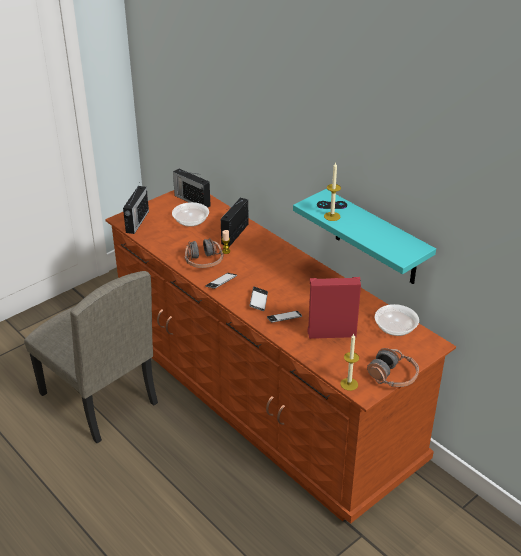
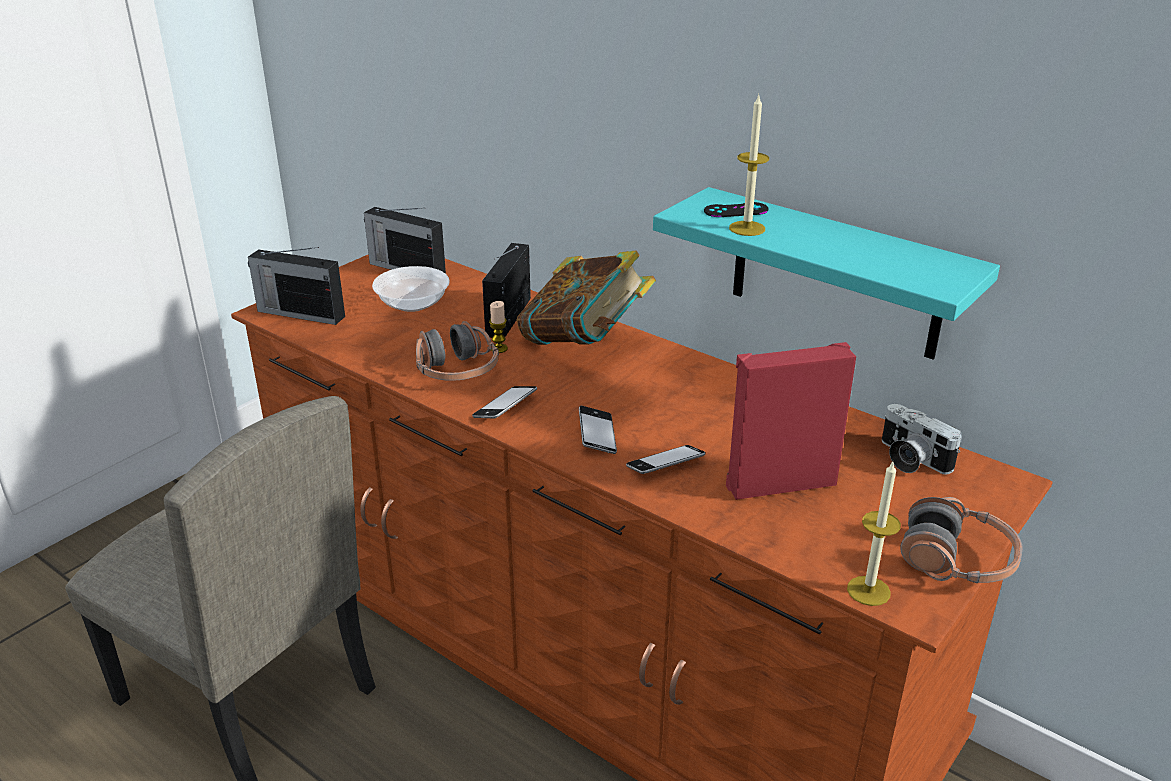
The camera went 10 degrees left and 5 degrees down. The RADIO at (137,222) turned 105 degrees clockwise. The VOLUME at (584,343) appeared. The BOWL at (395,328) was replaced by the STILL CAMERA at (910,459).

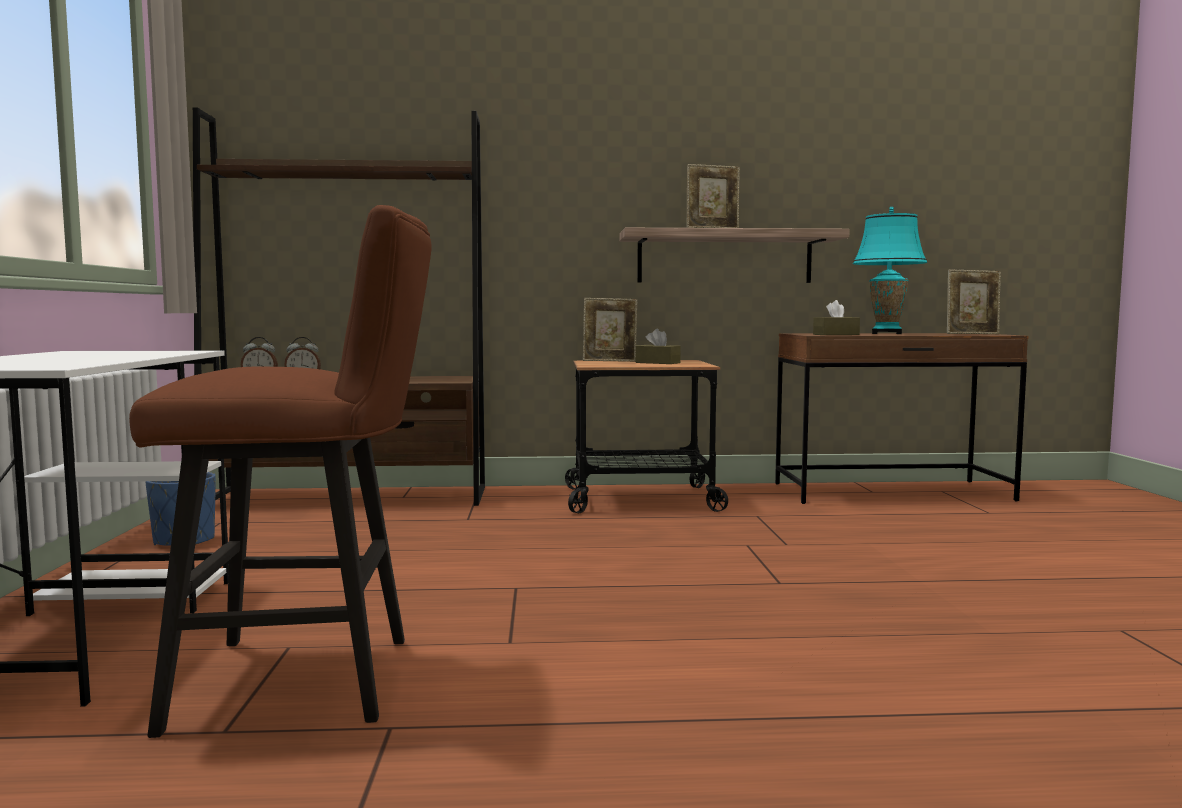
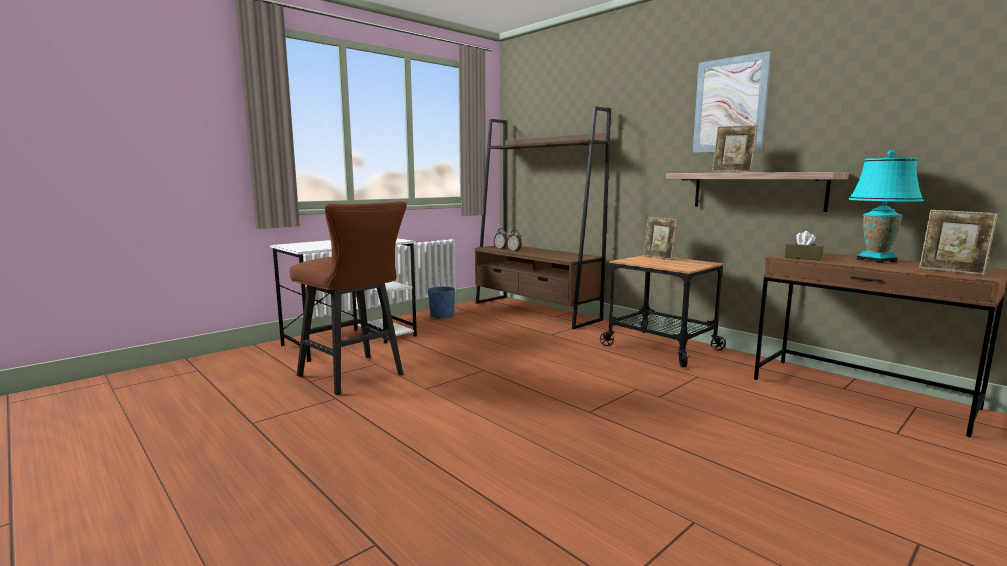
The camera went 50 degrees right and 5 degrees up. The WALL PICTURE at (730,105) appeared. The BROWN TISSUE BOX at (657,363) disappeared.

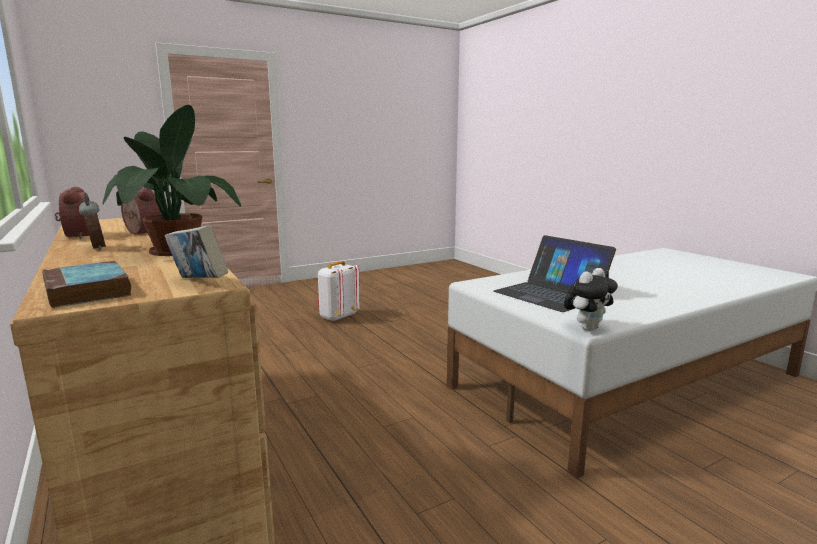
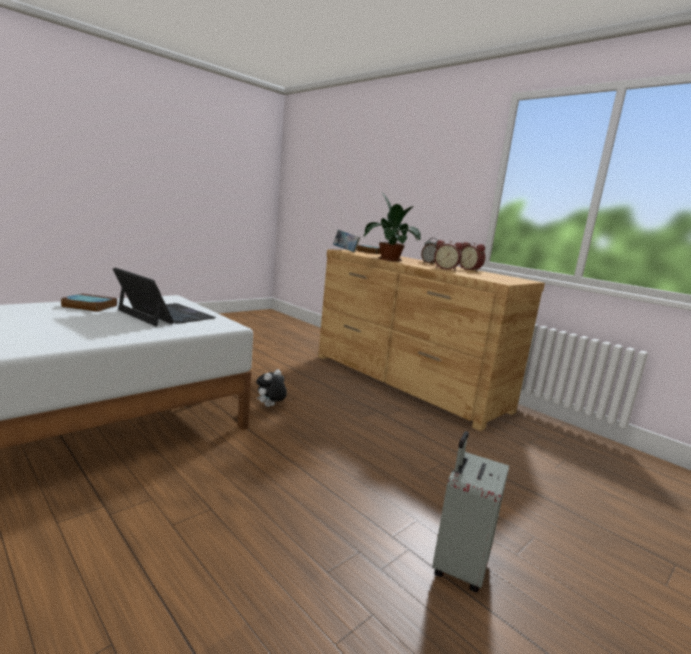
The camera went 165 degrees right and 0 degrees up. The VOLUME at (88,306) appeared. The SOFT TOY moved from (587,328) to (270,407). The WHITE BACKPACK at (338,317) was replaced by the GREYISH PIECE OF LUGGAGE at (459,565).

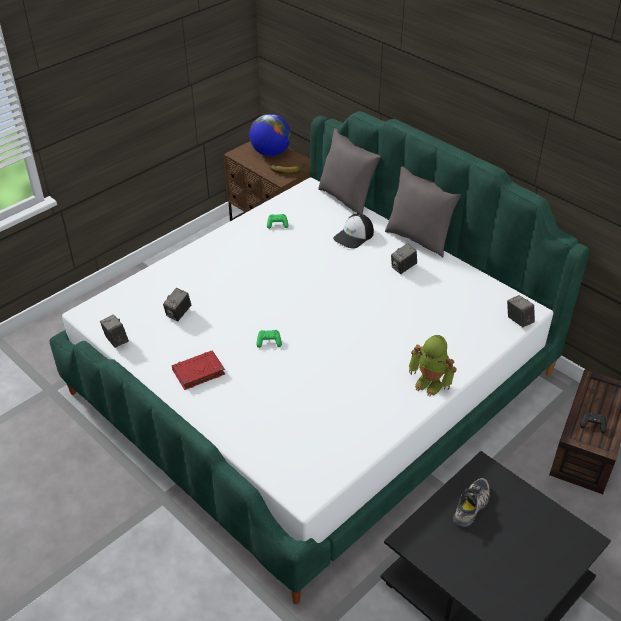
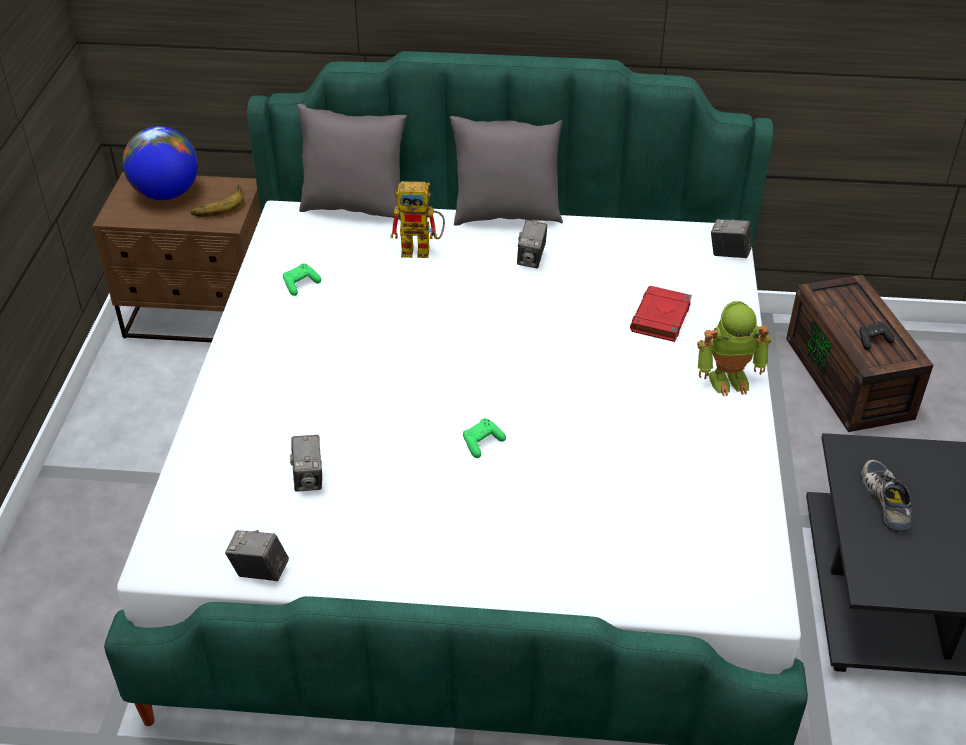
The camera went 40 degrees left and 0 degrees up. The BASEBALL CAP at (354,236) was replaced by the ROBOT FIGURE at (422,249). The REDDISH VOLUME moved from (198,372) to (660,318).

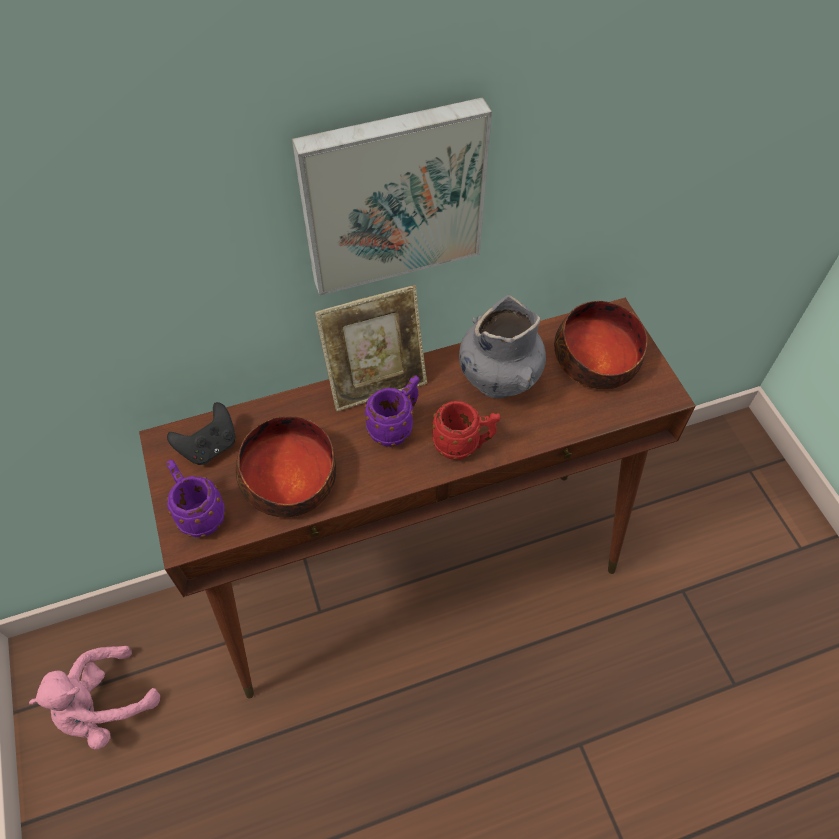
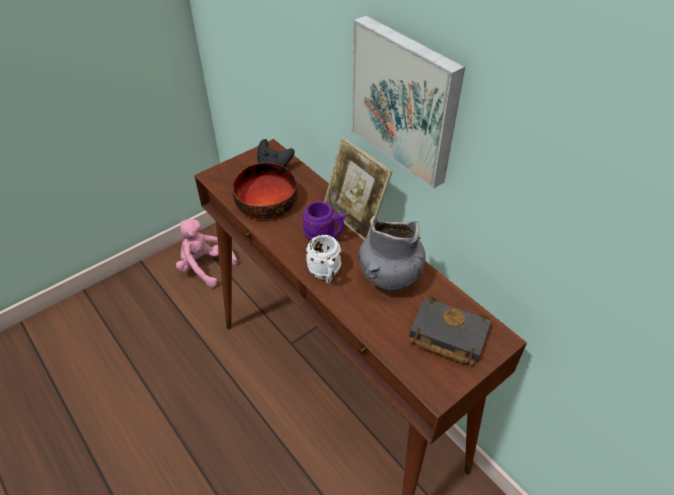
The camera went 70 degrees right and 10 degrees down. The REDDISH MUG at (463,445) became the WHITE MUG at (325,274). The BOWL at (596,359) was replaced by the BLACKISH VOLUME at (446,335). The PURPLISH MUG at (198,513) disappeared.

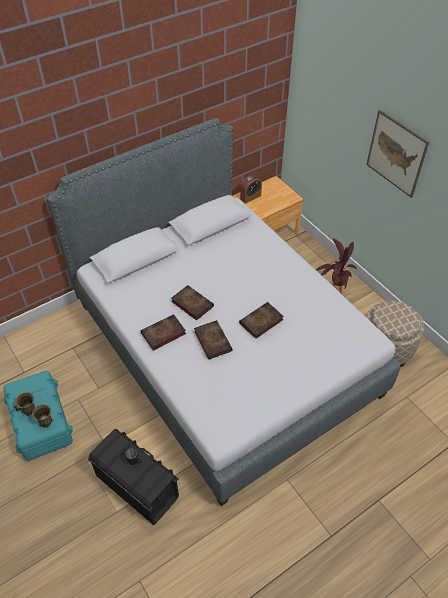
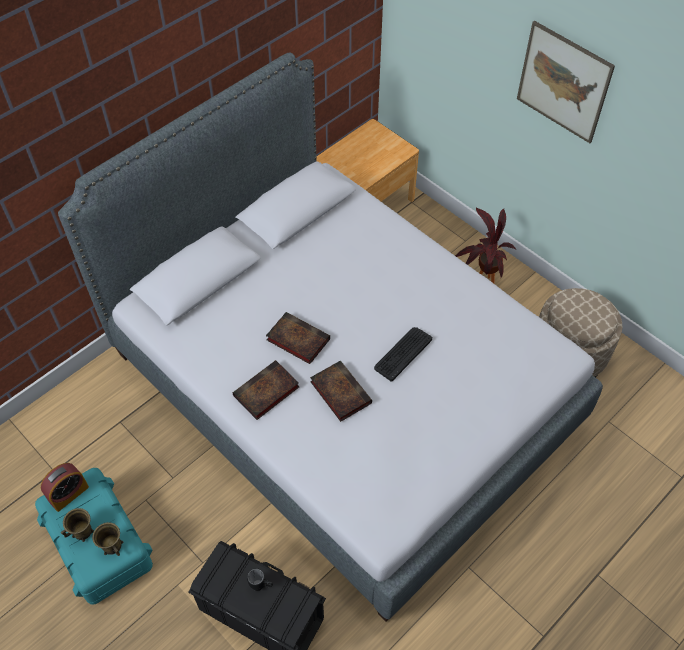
The camera went 10 degrees left and 5 degrees up. The TABLE CLOCK moved from (250,197) to (69,494). The VOLUME at (261,322) was replaced by the COMPUTER KEYBOARD at (403,353).

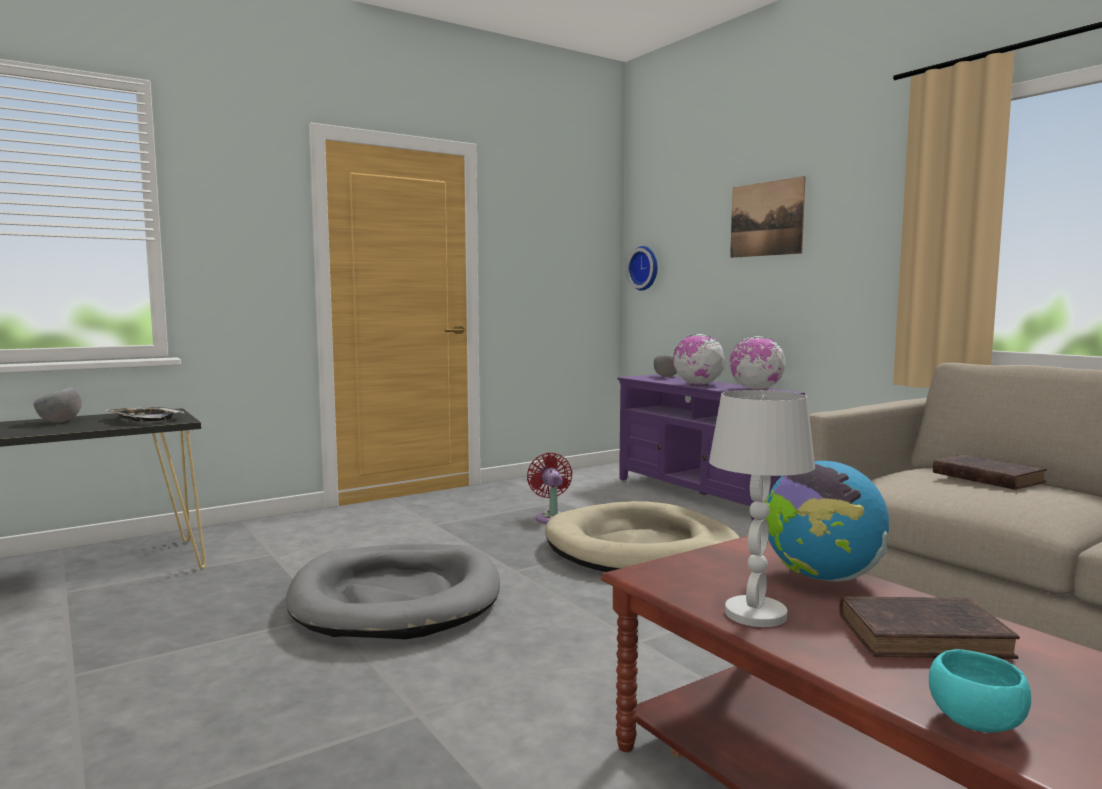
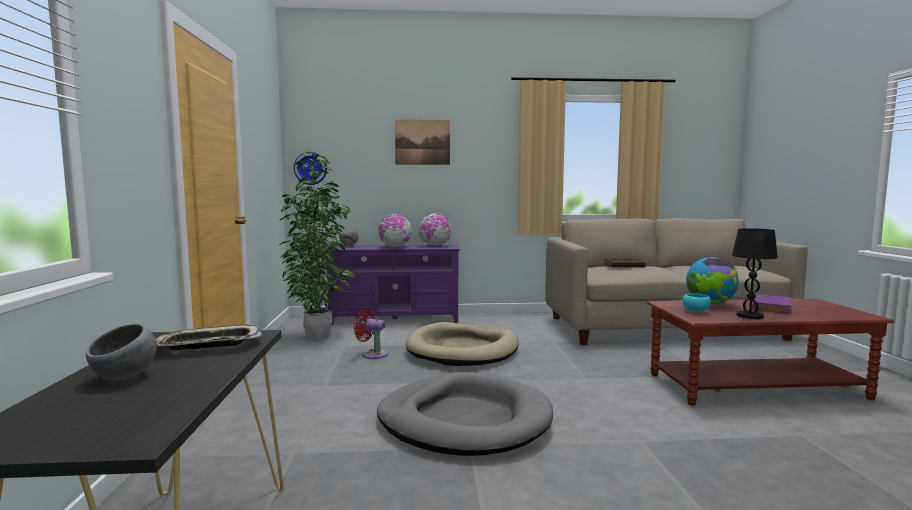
The camera went 60 degrees left and 0 degrees up. The HOUSEPLANT at (320,336) appeared. The TURQUOISE BOWL moved from (974,723) to (696,311). The WHITE LAMP FOR A TABLE at (756,614) became the BLACKISH LAMP FOR A TABLE at (750,316). The BROWN VOLUME at (927,636) became the PURPLISH VOLUME at (771,307).

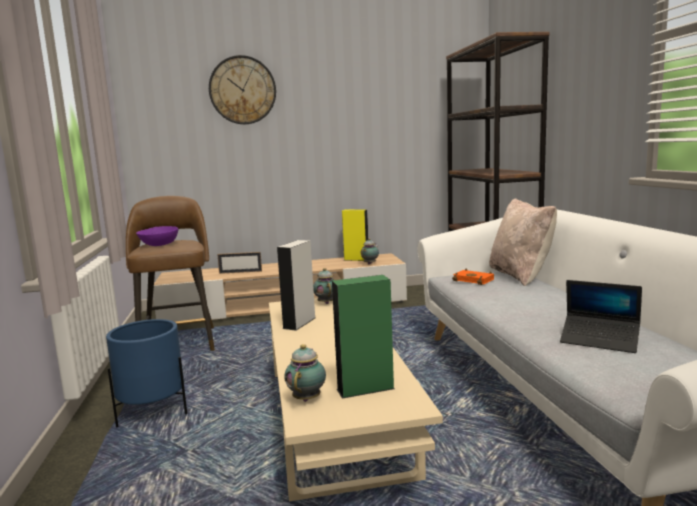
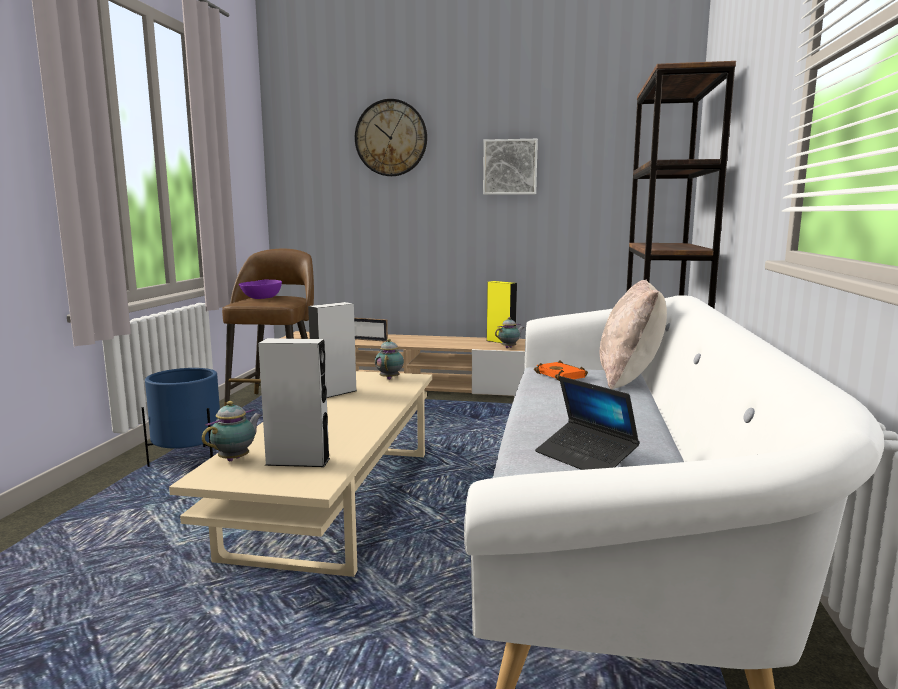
The camera went 20 degrees right and 0 degrees up. The GREENISH AUDIO SPEAKER at (365,388) became the GREYISH AUDIO SPEAKER at (297,461). The WALL PICTURE at (510,167) appeared.

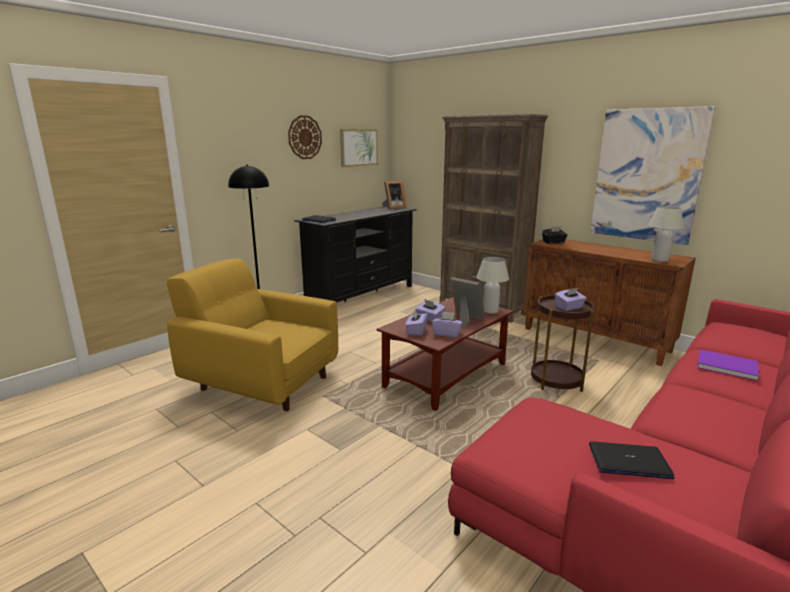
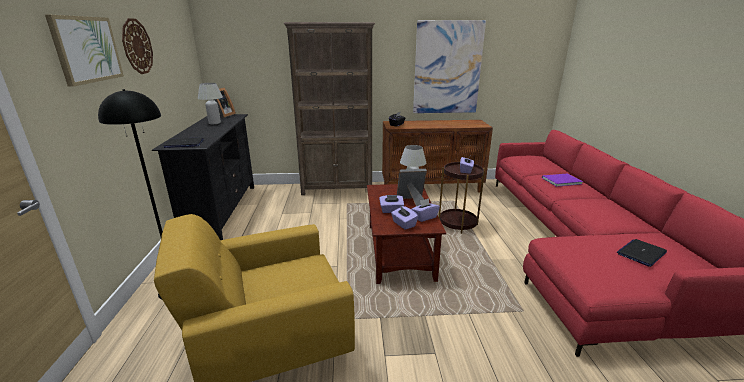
The camera went 45 degrees left and 5 degrees up. The WALL PICTURE moved from (358,147) to (87,49). The WHITE LAMP FOR A TABLE moved from (659,260) to (214,123).

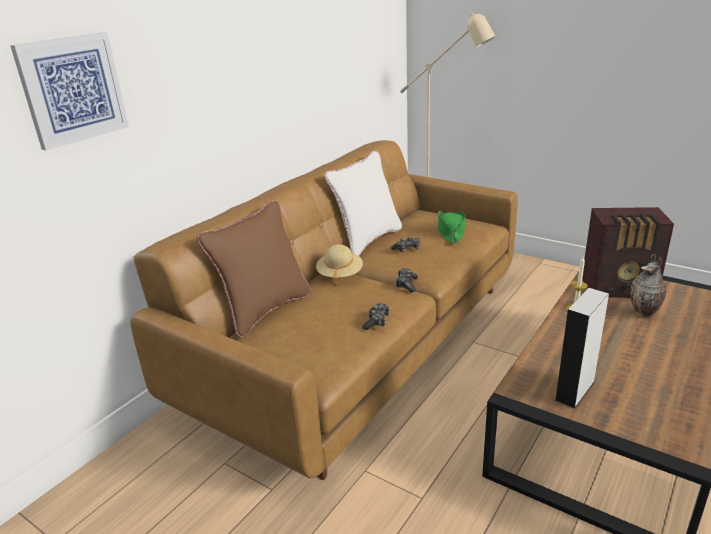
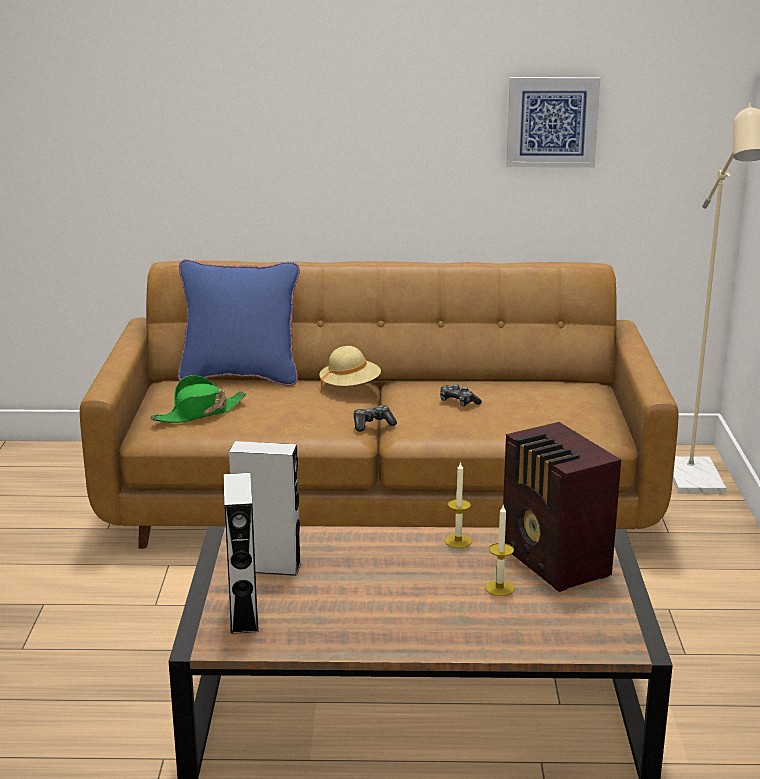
The camera went 55 degrees right and 5 degrees down. The GREENISH HAT moved from (451,232) to (199,413). The BROWN CUSHION at (264,310) became the BLUE-COLOURED CUSHION at (240,376). The GREYISH AUDIO SPEAKER at (243,613) appeared. The DECORATIVE VASE at (644,314) was replaced by the WAX CANDLE at (499,588). The WALL PICTURE moved from (73,89) to (552,122). The WHITE CUSHION at (367,240) disappeared. The GAME CONTROLLER at (376,321) disappeared.

